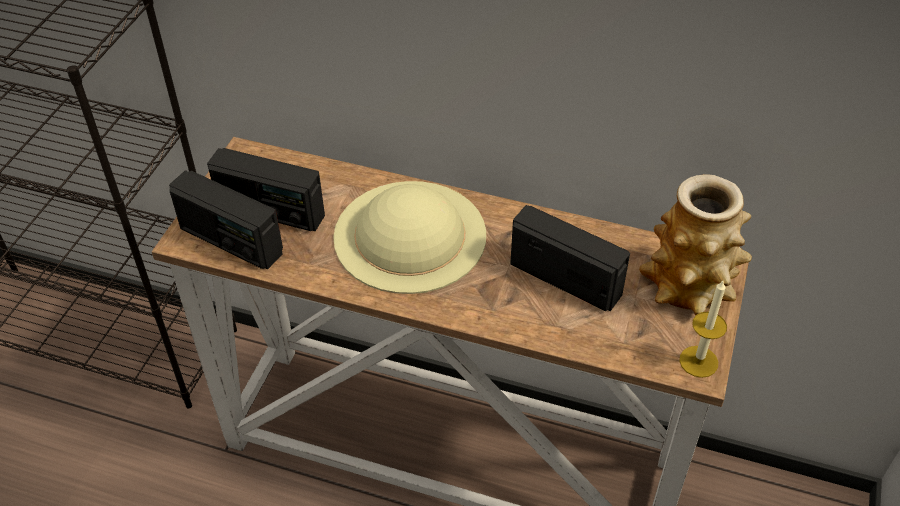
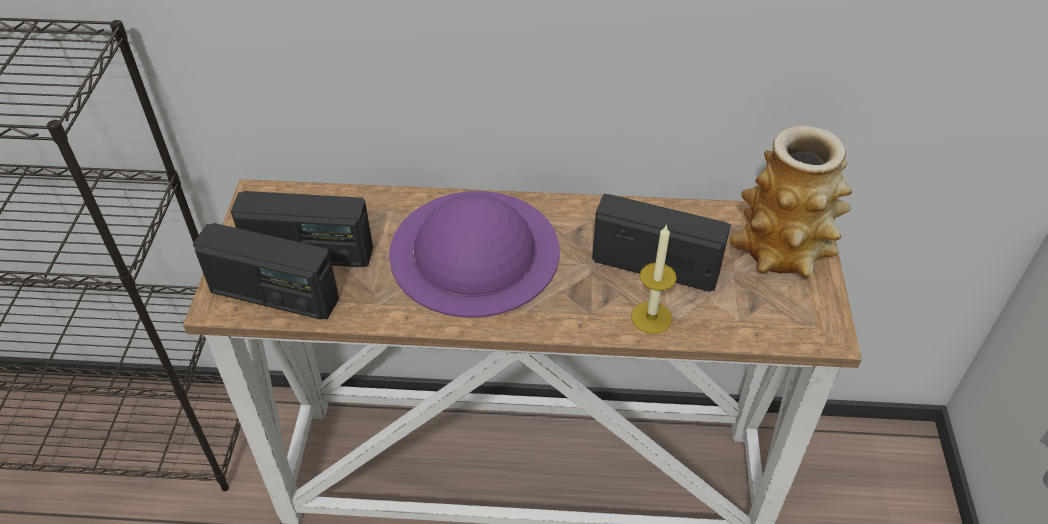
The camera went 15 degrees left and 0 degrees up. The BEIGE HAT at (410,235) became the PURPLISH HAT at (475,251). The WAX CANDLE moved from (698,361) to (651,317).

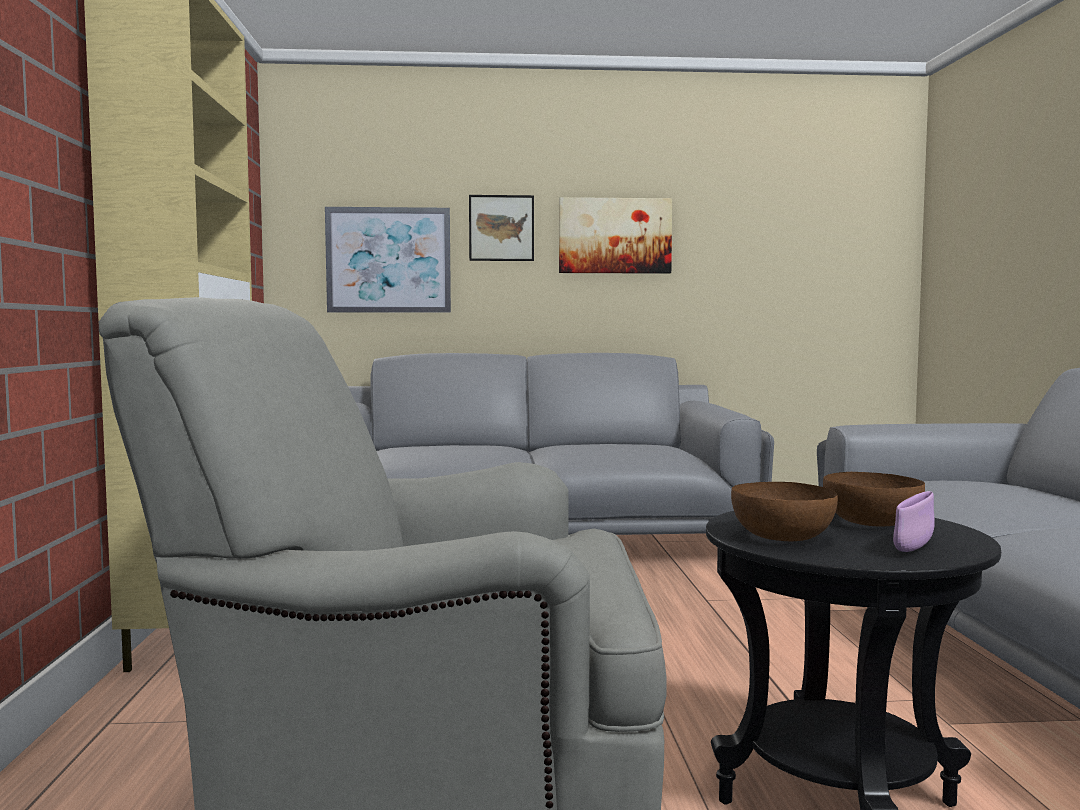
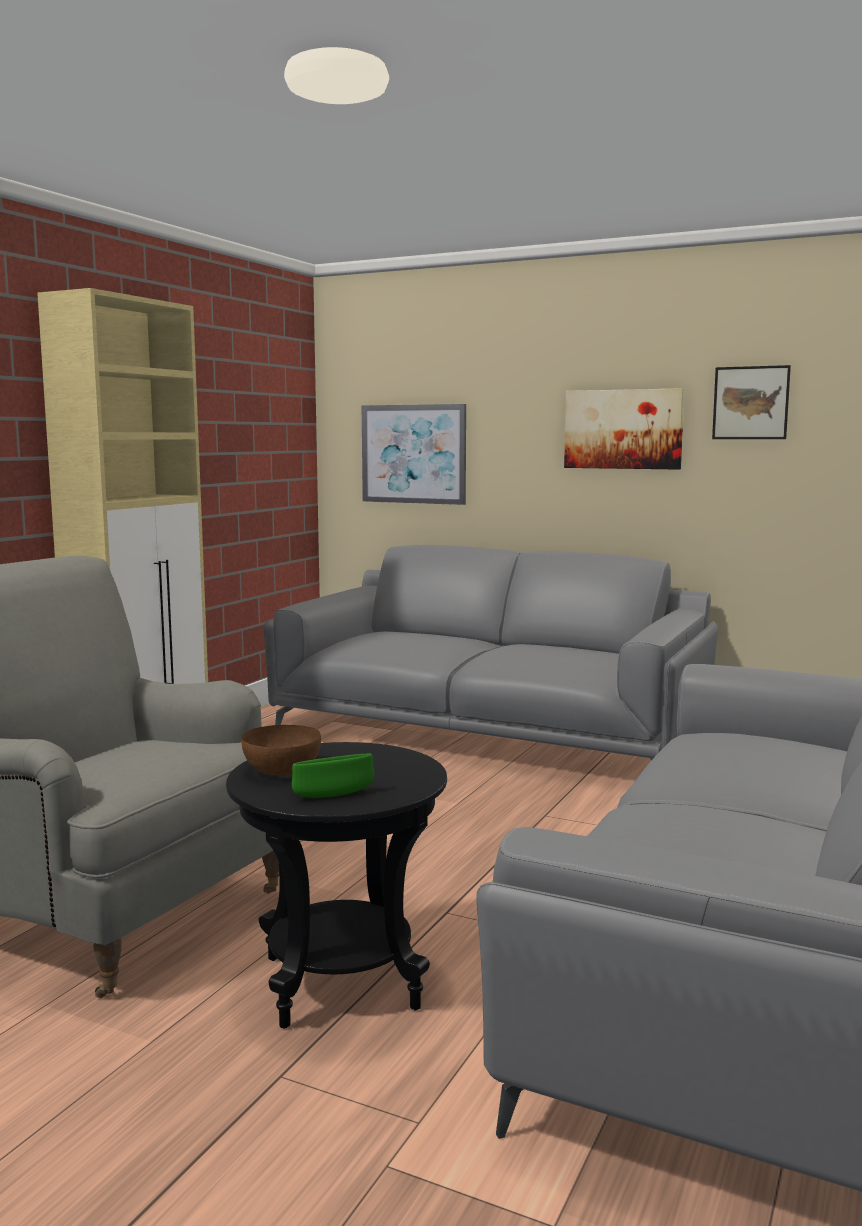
The camera went 30 degrees right and 5 degrees up. The PURPLISH BOWL at (913,547) became the GREENISH BOWL at (333,795). The WALL PICTURE moved from (501,228) to (750,403). The BROWN BOWL at (870,522) disappeared.

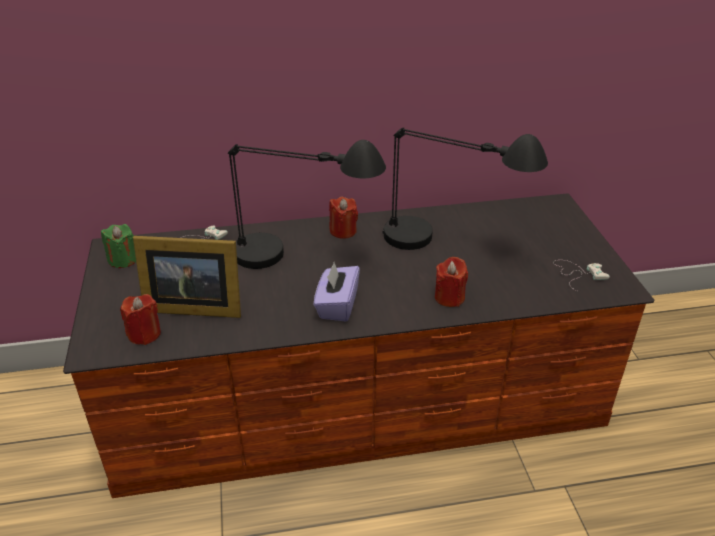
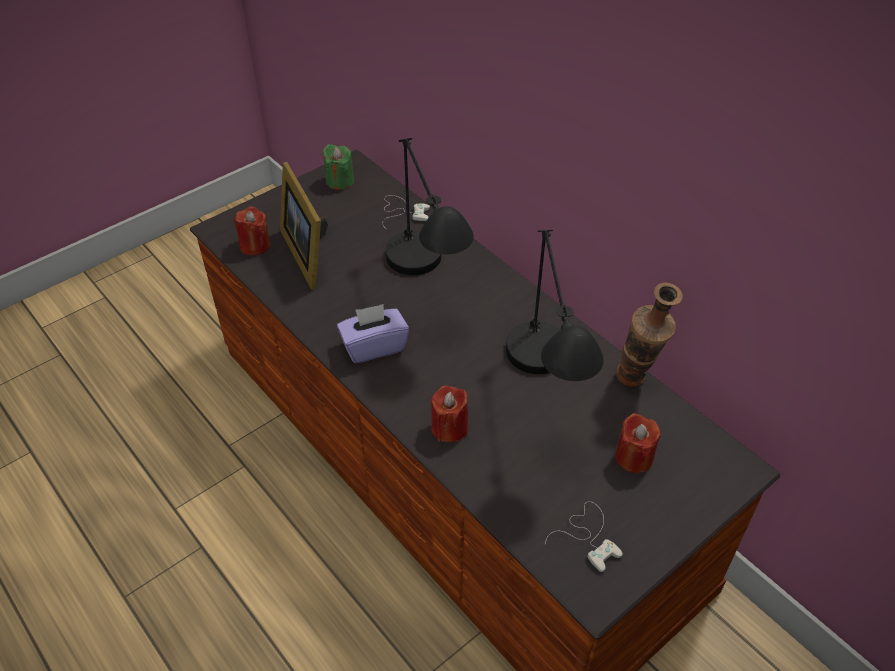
The camera went 60 degrees right and 10 degrees up. The REDDISH WAX CANDLE moved from (343,231) to (634,457). The DECORATIVE VASE at (635,383) appeared.

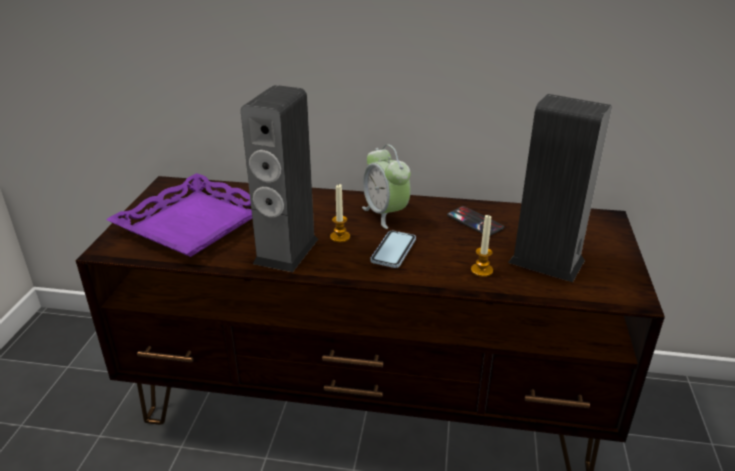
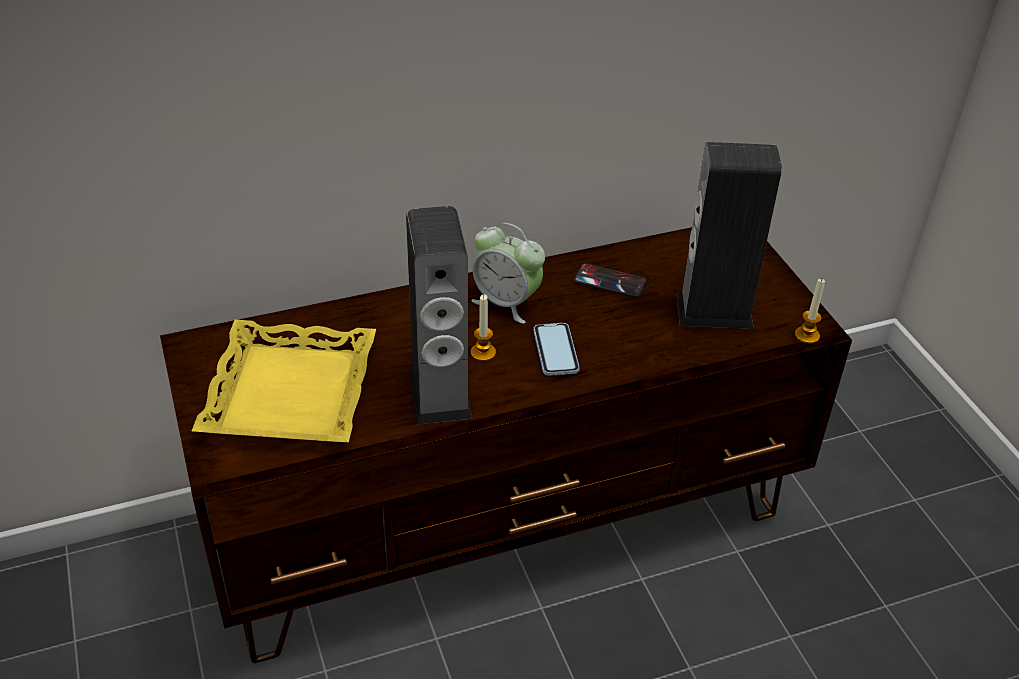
The camera went 30 degrees left and 10 degrees up. The PURPLISH SERVING TRAY at (194,222) became the YELLOW-COLOURED SERVING TRAY at (289,392). The WAX CANDLE moved from (481,270) to (807,335).

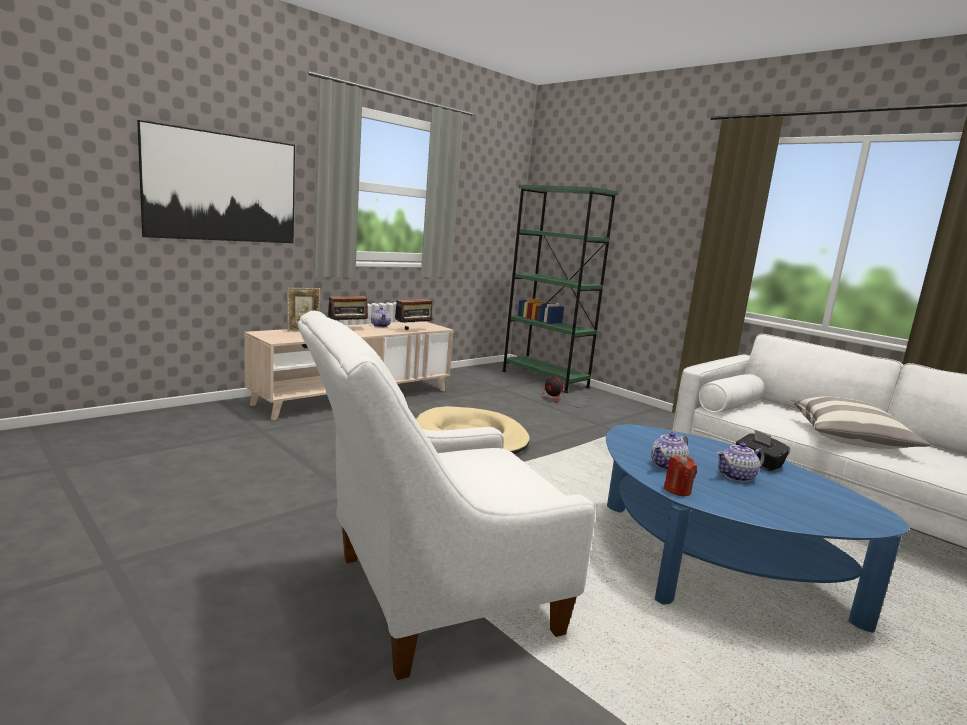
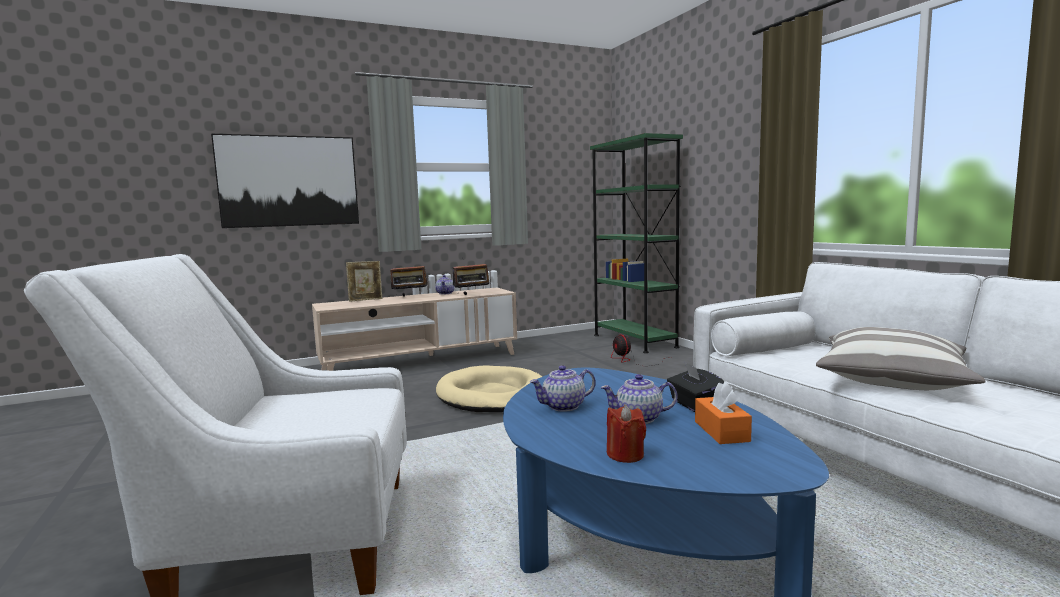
The camera went 20 degrees right and 5 degrees down. The REDDISH WAX CANDLE moved from (677,490) to (625,455). The ORANGEY TISSUE BOX at (721,431) appeared.

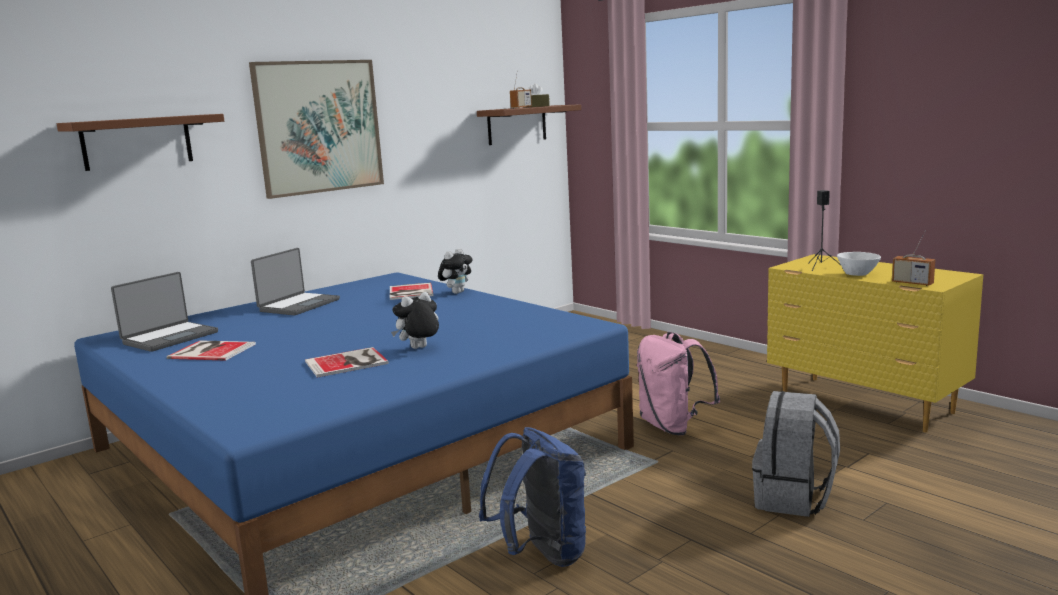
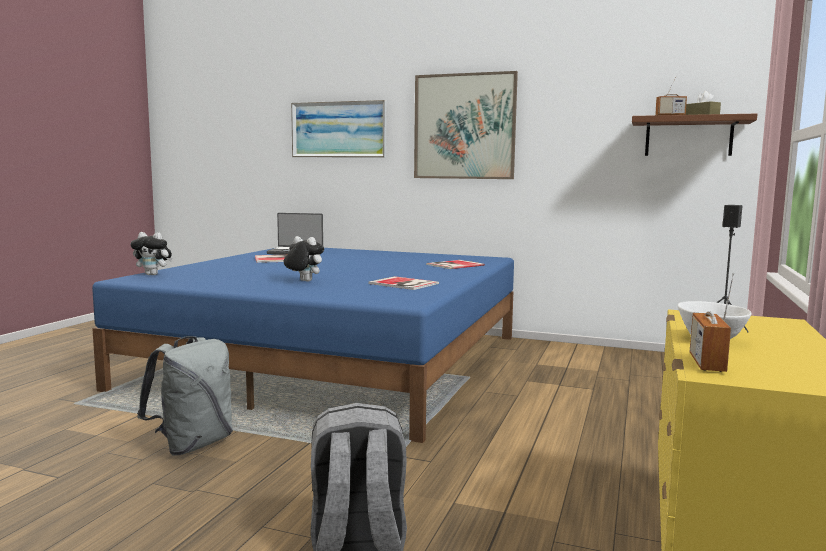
The camera went 60 degrees right and 5 degrees down. The SOFT TOY moved from (457,292) to (153,274). The BLUE-COLOURED BACKPACK at (541,554) became the GREYISH BACKPACK at (193,445). The BROWN WALL SHELF at (137,142) was replaced by the WALL PICTURE at (338,129). The VOLUME moved from (349,362) to (404,284). The LAPTOP at (298,305) disappeared. The PINK-COLOURED BACKPACK at (673,427) disappeared.

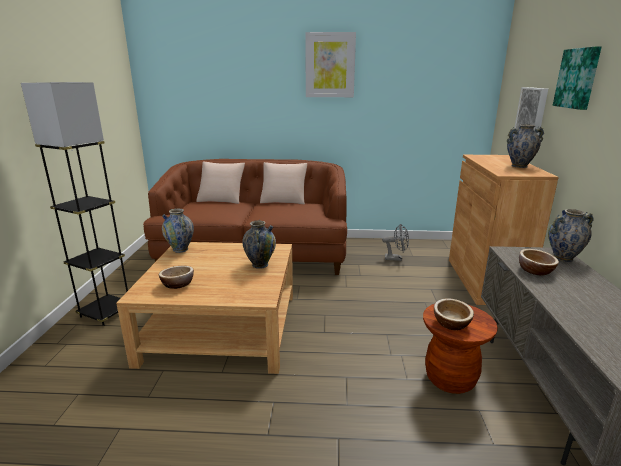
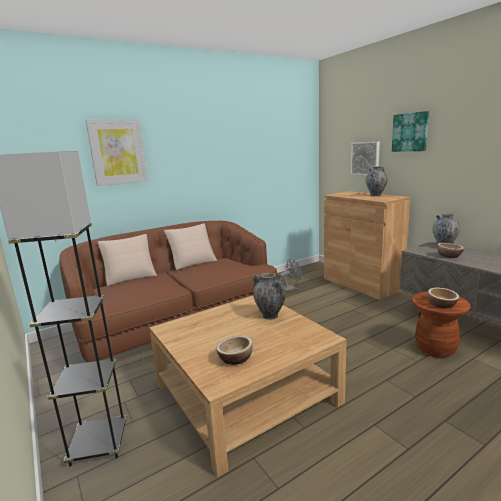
The camera went 35 degrees left and 5 degrees down. The WALL PICTURE moved from (330,65) to (118,152). The DECORATIVE VASE at (180,249) disappeared.

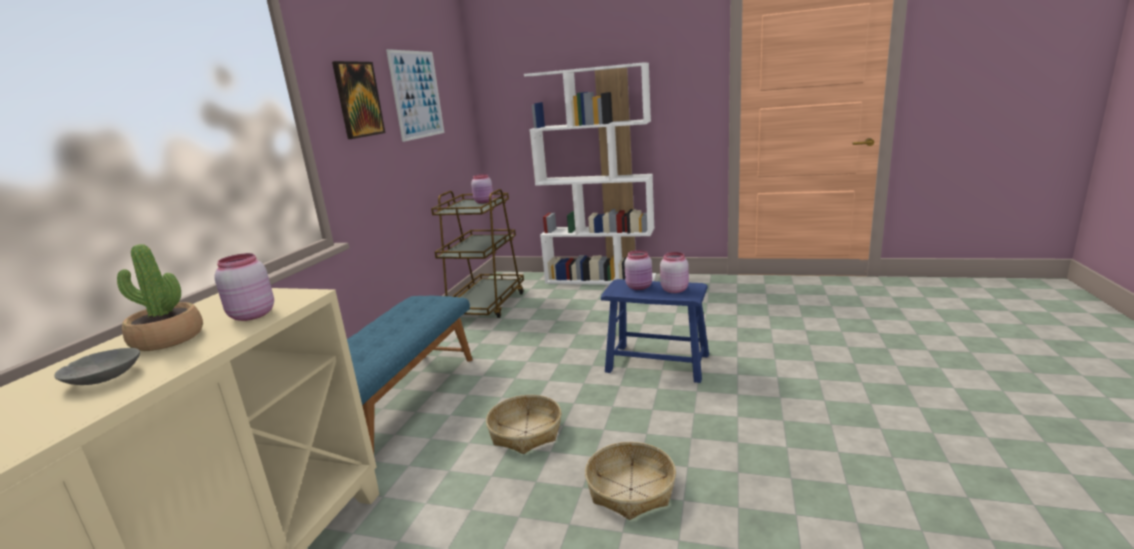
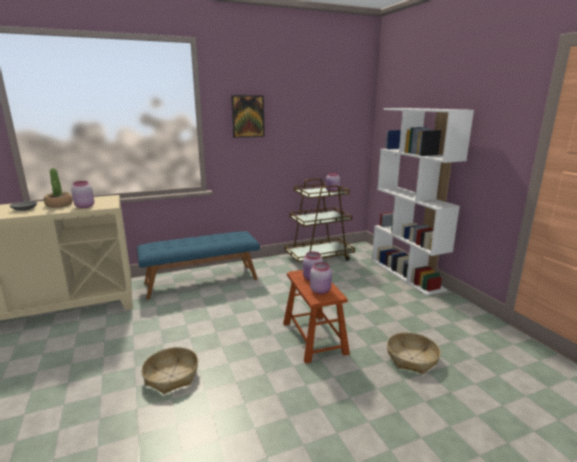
The camera went 50 degrees right and 0 degrees up. The BLUE-COLOURED STOOL at (657,363) became the BROWN STOOL at (314,338). The BASKET moved from (526,432) to (412,358). The WALL PICTURE at (417,95) disappeared.

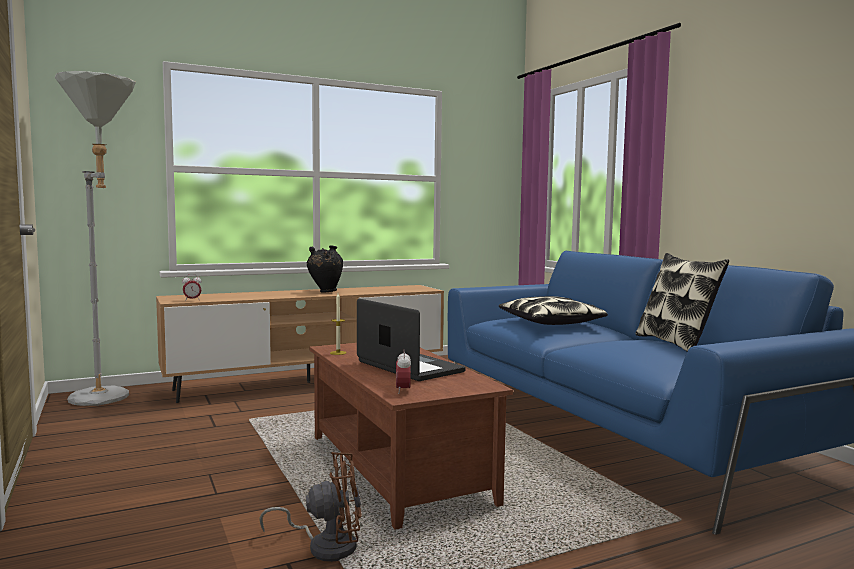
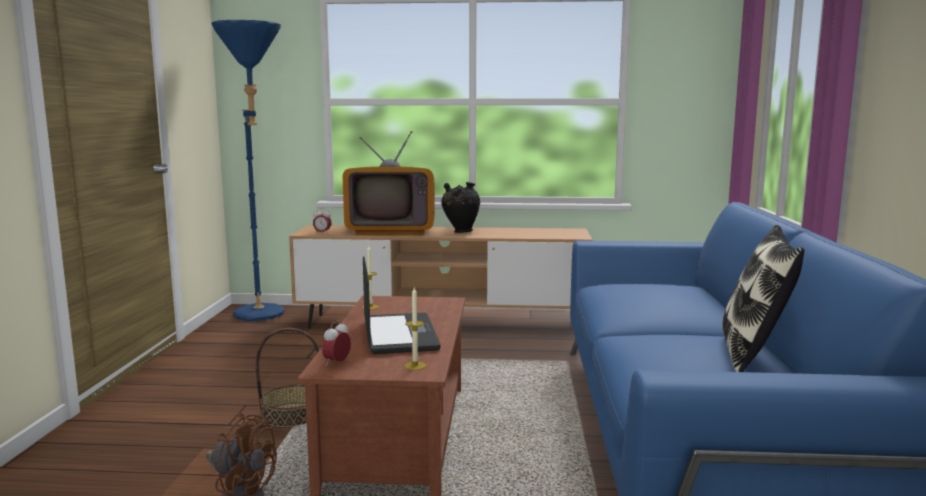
The camera went 30 degrees right and 5 degrees up. The GREYISH STANDING LAMP at (107,400) became the BLUE-COLOURED STANDING LAMP at (262,317). The BASKET at (291,415) appeared. The TV SET at (391,230) appeared. The WAX CANDLE at (415,366) appeared. The CUSHION at (550,322) disappeared.

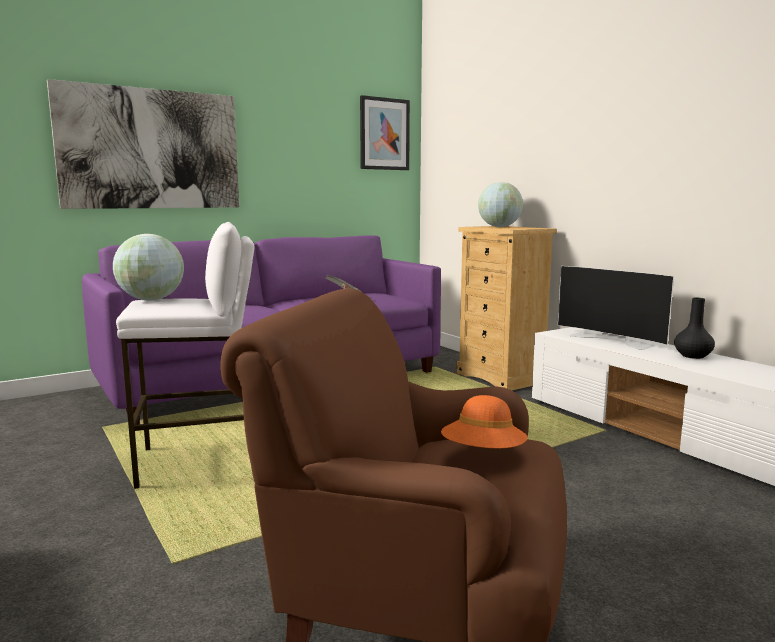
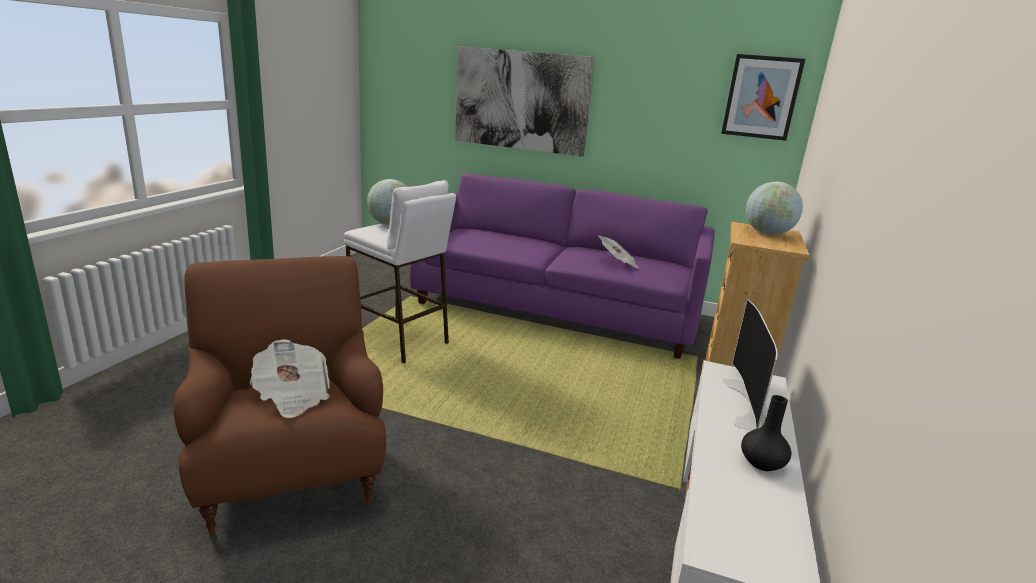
The camera went 50 degrees right and 10 degrees up. The ORANGEY HAT at (483,454) was replaced by the NEWSPAPER at (292,396).

